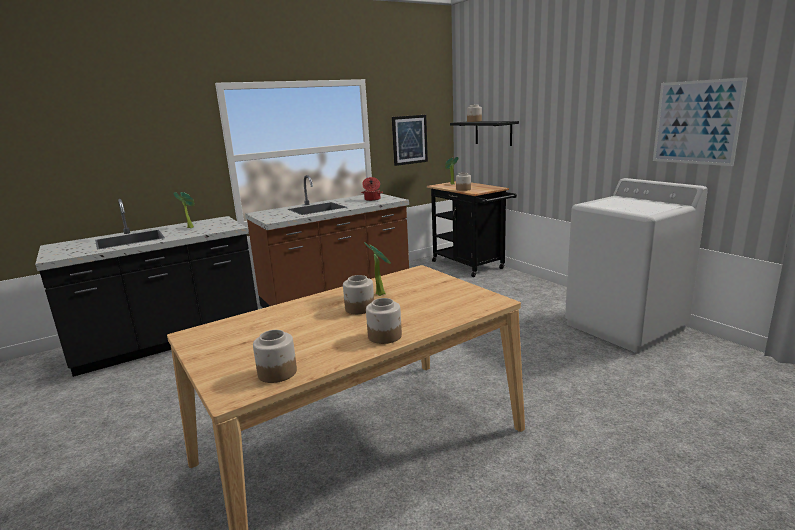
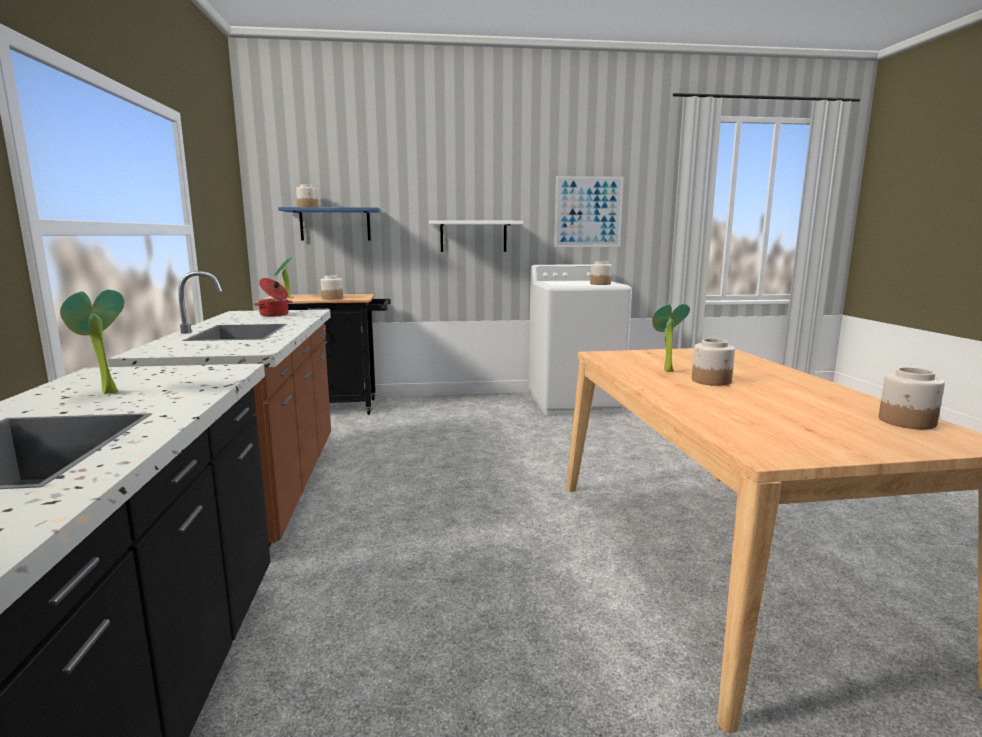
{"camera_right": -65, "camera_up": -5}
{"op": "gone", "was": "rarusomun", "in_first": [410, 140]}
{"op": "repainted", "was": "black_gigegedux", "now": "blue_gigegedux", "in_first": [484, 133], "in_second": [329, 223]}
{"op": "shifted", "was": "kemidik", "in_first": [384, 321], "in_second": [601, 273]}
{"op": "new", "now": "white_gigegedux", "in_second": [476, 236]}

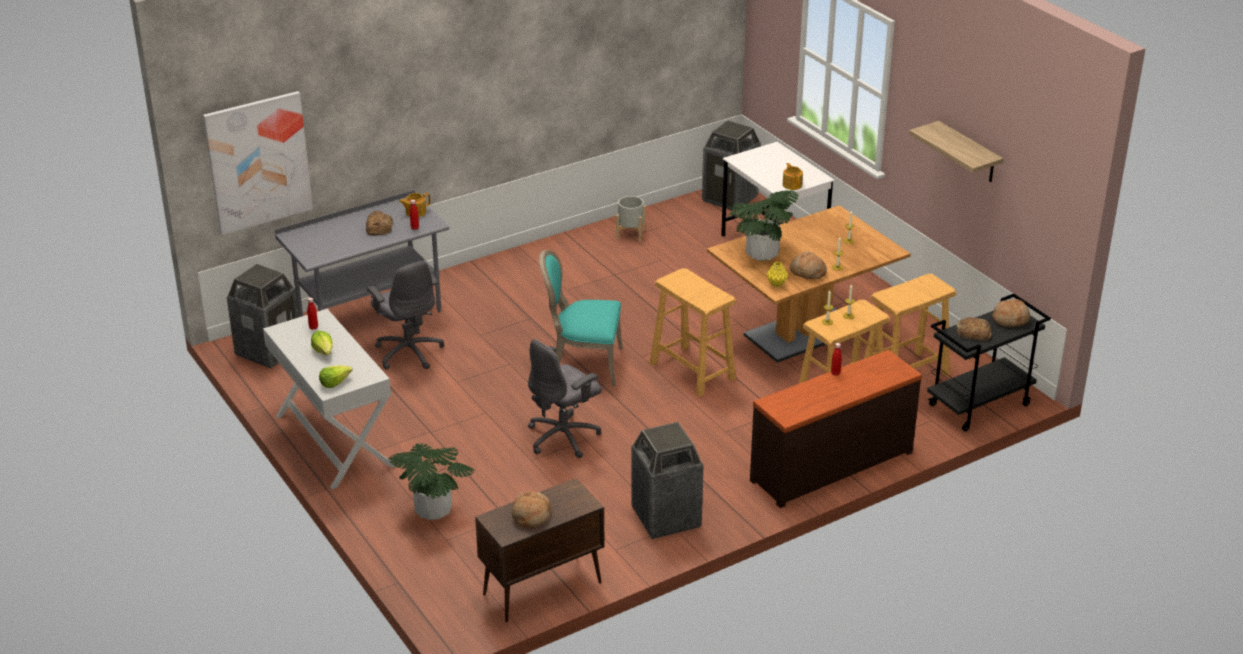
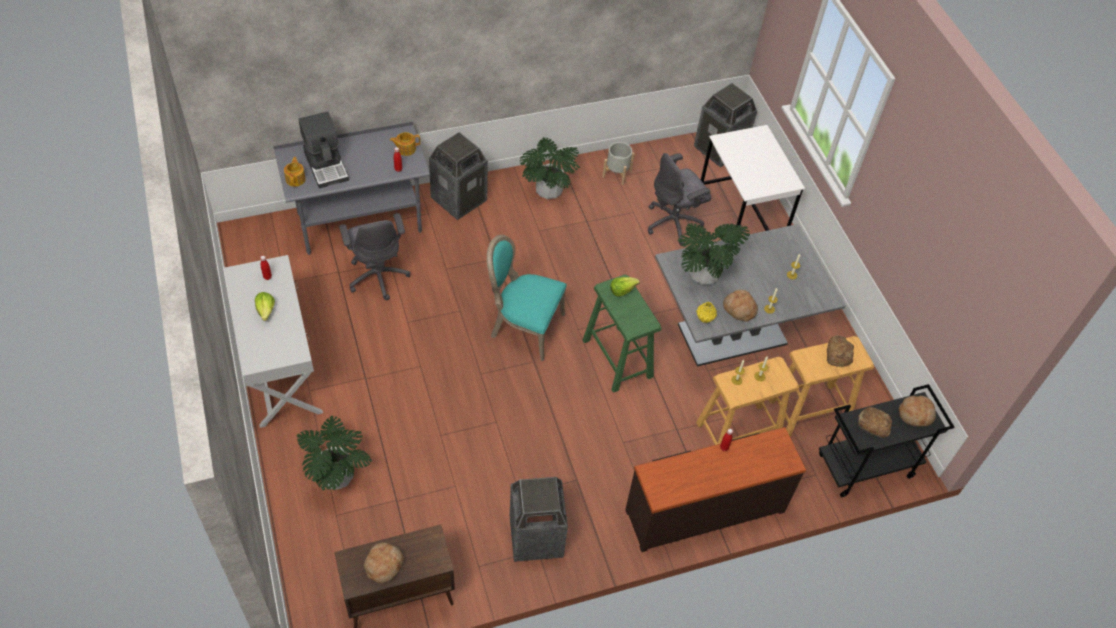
{"camera_right": 10, "camera_up": 20}
{"op": "gone", "was": "rarusomun", "in_first": [258, 163]}
{"op": "gone", "was": "gigegedux", "in_first": [956, 151]}
{"op": "shifted", "was": "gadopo", "in_first": [792, 176], "in_second": [295, 172]}
{"op": "repainted", "was": "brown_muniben", "now": "grey_muniben", "in_first": [809, 284], "in_second": [750, 295]}
{"op": "shifted", "was": "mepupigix", "in_first": [379, 223], "in_second": [840, 351]}
{"op": "shifted", "was": "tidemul", "in_first": [263, 316], "in_second": [458, 176]}
{"op": "repainted", "was": "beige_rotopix", "now": "green_rotopix", "in_first": [693, 332], "in_second": [622, 334]}
{"op": "shifted", "was": "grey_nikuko", "in_first": [565, 398], "in_second": [680, 199]}
{"op": "shifted", "was": "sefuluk", "in_first": [336, 376], "in_second": [625, 287]}
{"op": "new", "now": "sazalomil", "in_second": [323, 150]}
{"op": "new", "now": "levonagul", "in_second": [550, 168]}

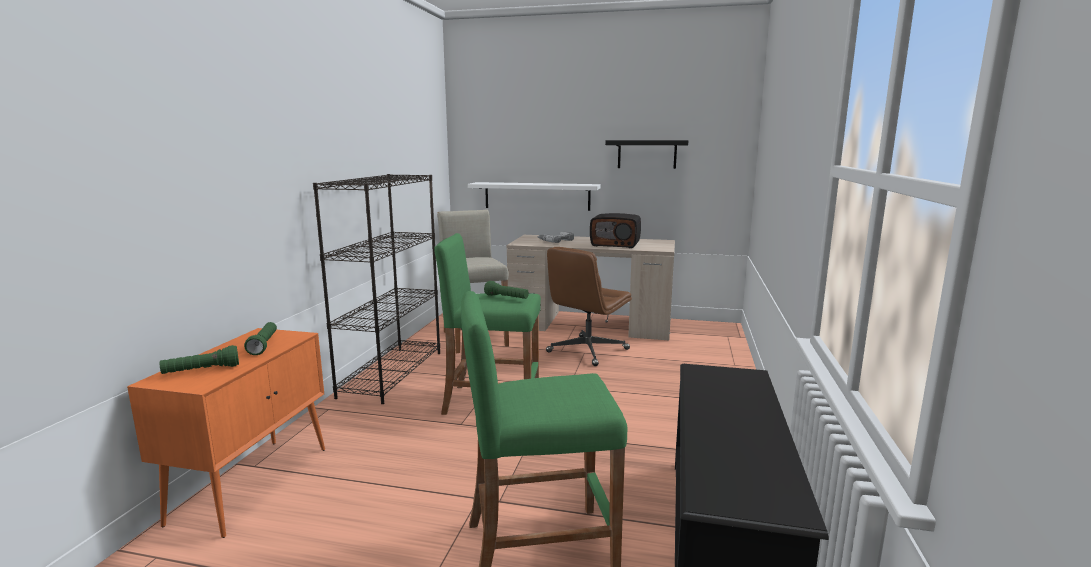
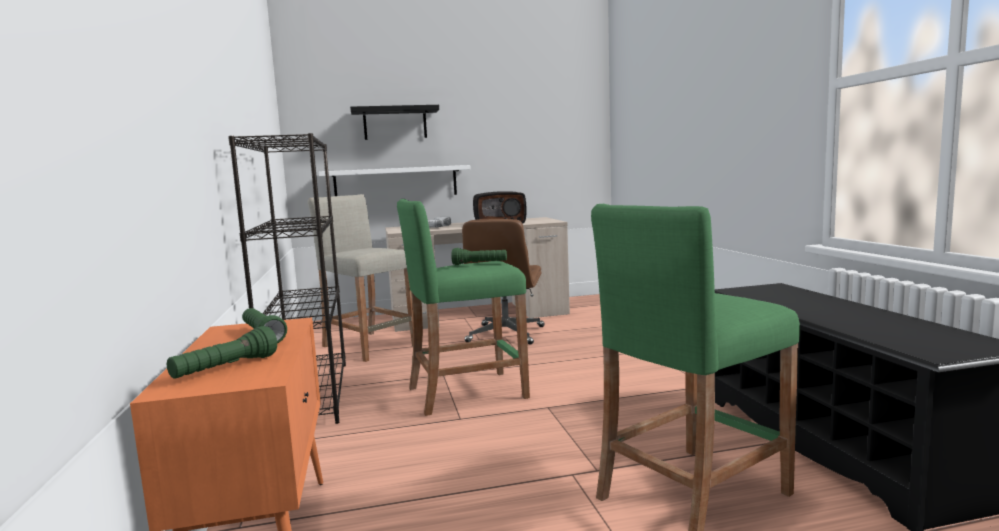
{"camera_right": -25, "camera_up": -5}
{"op": "shifted", "was": "black_gigegedux", "in_first": [646, 154], "in_second": [394, 122]}

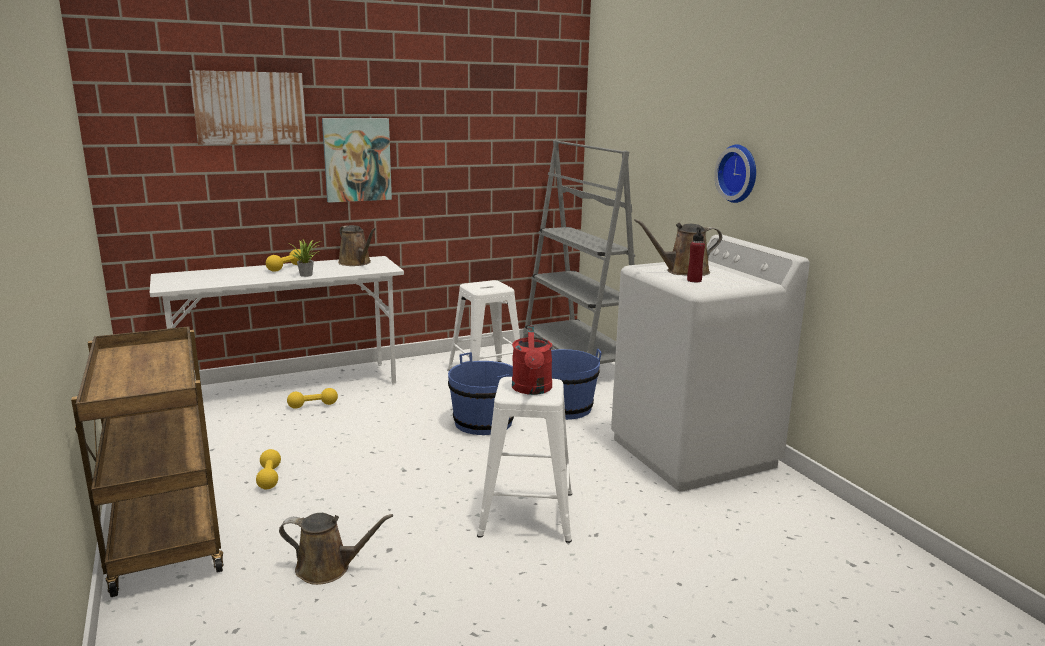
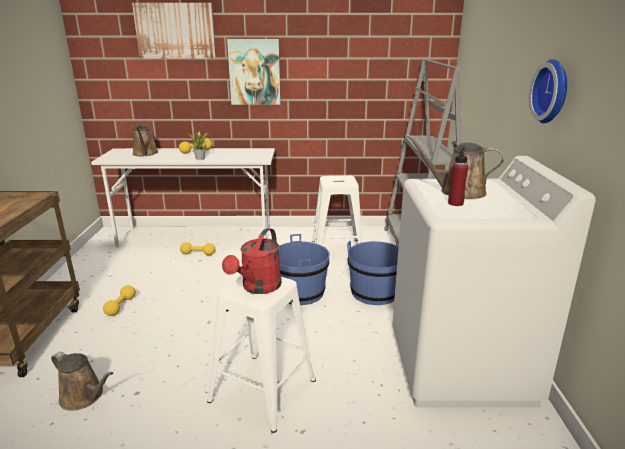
{"camera_right": 25, "camera_up": 5}
{"op": "shifted", "was": "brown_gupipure", "in_first": [357, 245], "in_second": [145, 140]}

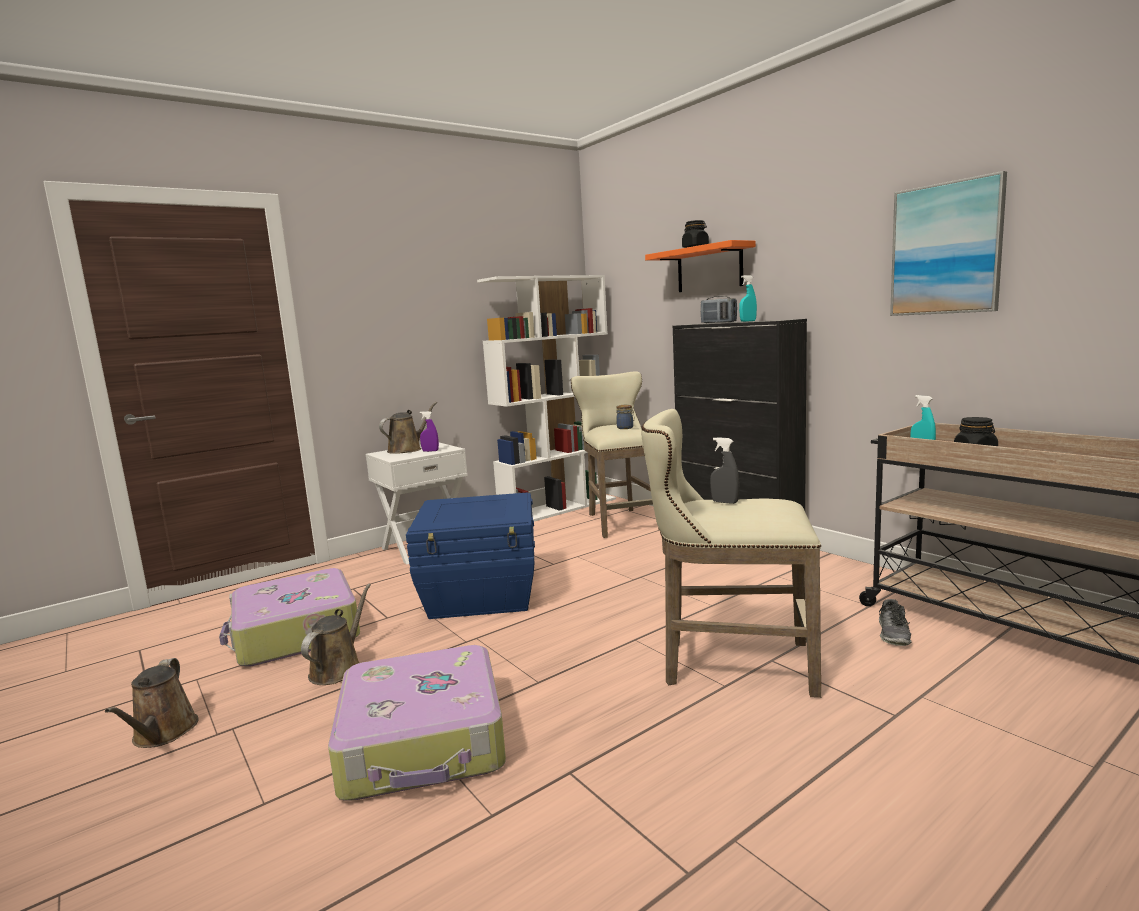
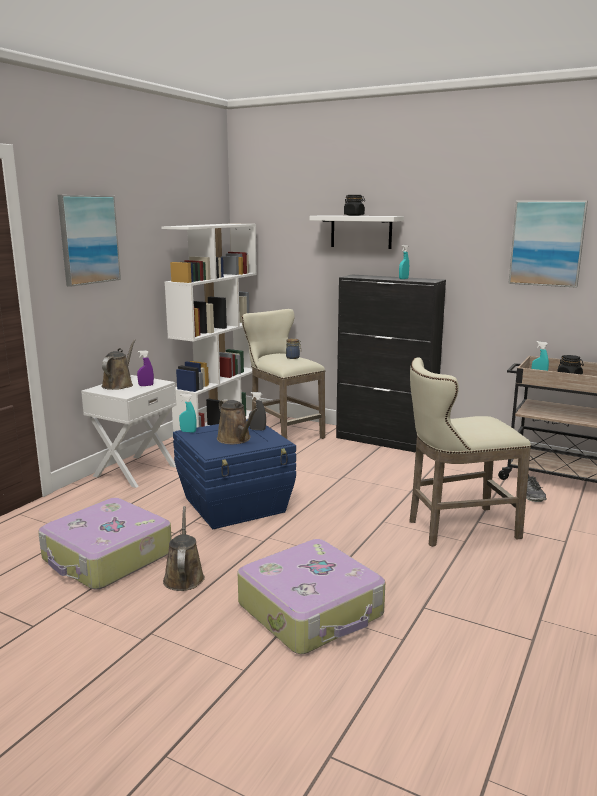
{"camera_right": -25, "camera_up": 5}
{"op": "repainted", "was": "orange_gigegedux", "now": "white_gigegedux", "in_first": [700, 266], "in_second": [357, 232]}
{"op": "gone", "was": "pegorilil", "in_first": [719, 309]}
{"op": "shifted", "was": "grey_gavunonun", "in_first": [724, 470], "in_second": [257, 411]}
{"op": "shifted", "was": "brown_gupipure", "in_first": [152, 703], "in_second": [237, 421]}
{"op": "new", "now": "rarusomun", "in_second": [89, 241]}
{"op": "new", "now": "turquoise_gavunonun", "in_second": [188, 413]}

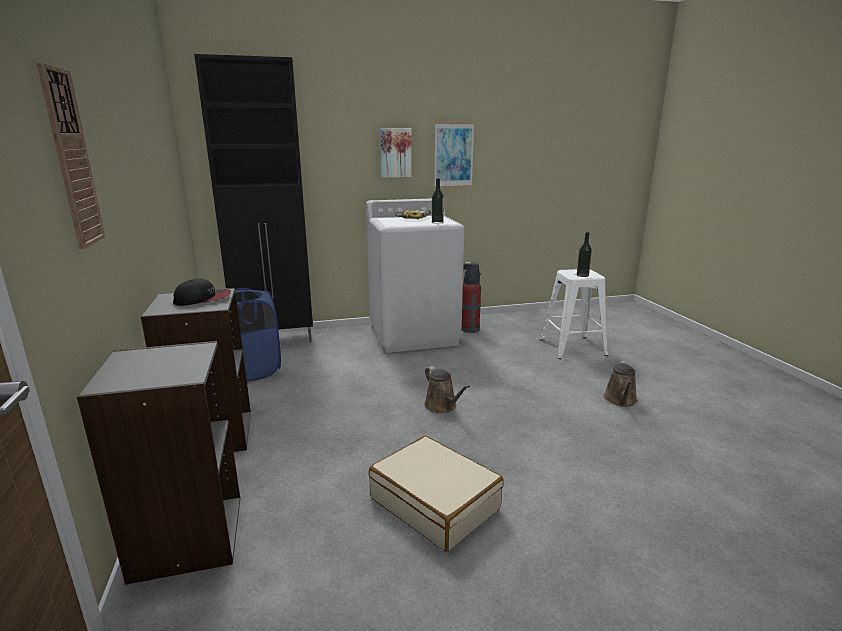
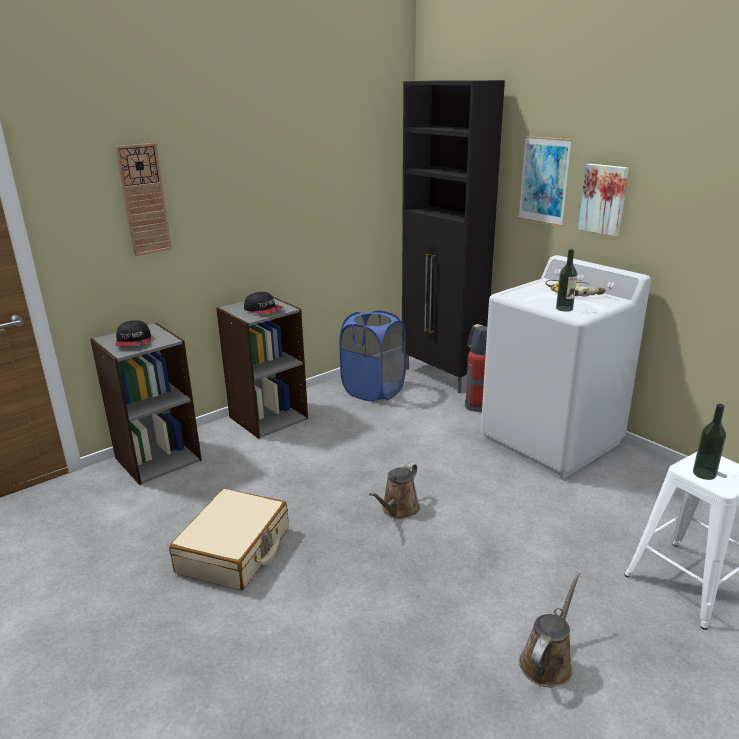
{"camera_right": 65, "camera_up": 5}
{"op": "shifted", "was": "rarusomun", "in_first": [454, 155], "in_second": [545, 181]}
{"op": "shifted", "was": "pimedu", "in_first": [472, 297], "in_second": [476, 368]}
{"op": "rotated", "was": "brown_gupipure", "in_first": [621, 384], "in_second": [549, 629], "clockwise": 135}
{"op": "new", "now": "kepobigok", "in_second": [133, 333]}

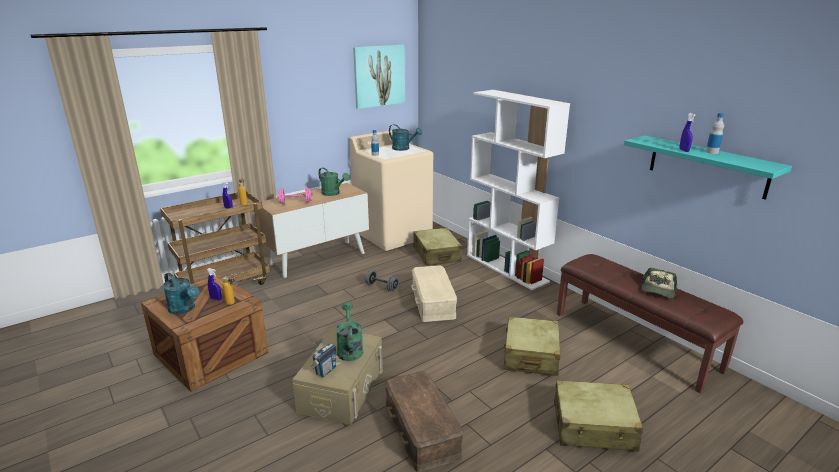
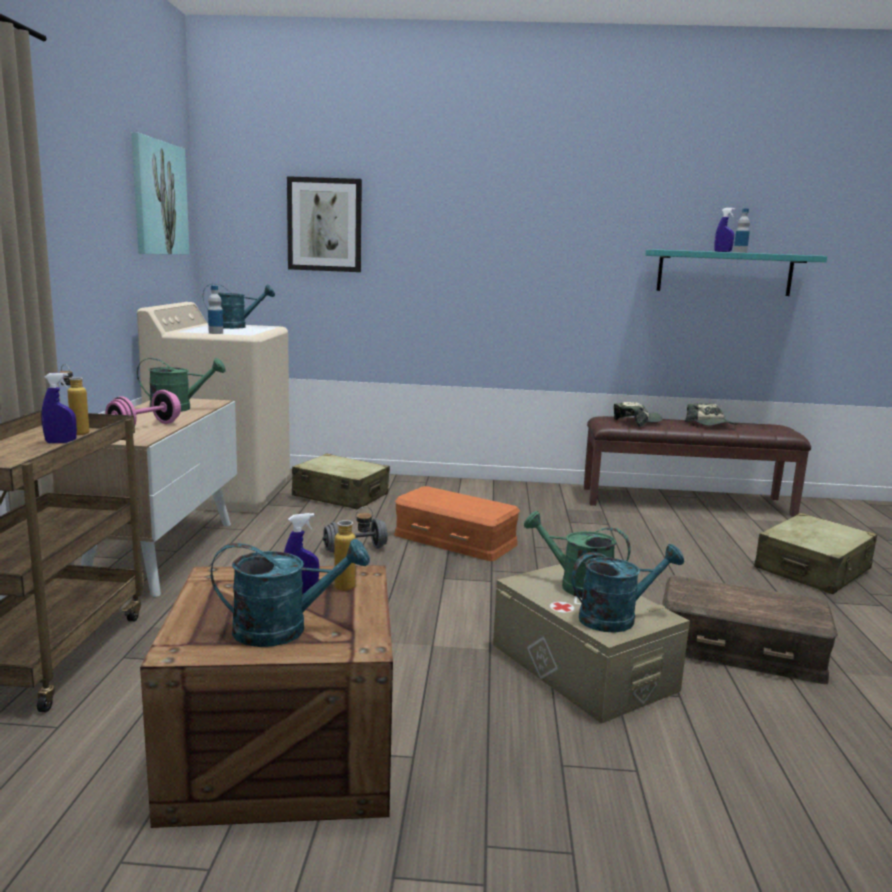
{"camera_right": -50, "camera_up": -10}
{"op": "gone", "was": "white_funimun", "in_first": [518, 190]}
{"op": "repainted", "was": "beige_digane", "now": "orange_digane", "in_first": [434, 293], "in_second": [457, 523]}
{"op": "gone", "was": "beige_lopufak", "in_first": [532, 346]}
{"op": "swapped", "was": "pegorilil", "now": "turquoise_gupipure", "in_first": [323, 360], "in_second": [628, 588]}
{"op": "new", "now": "rarusomun", "in_second": [324, 224]}
{"op": "new", "now": "kepobigok", "in_second": [638, 414]}

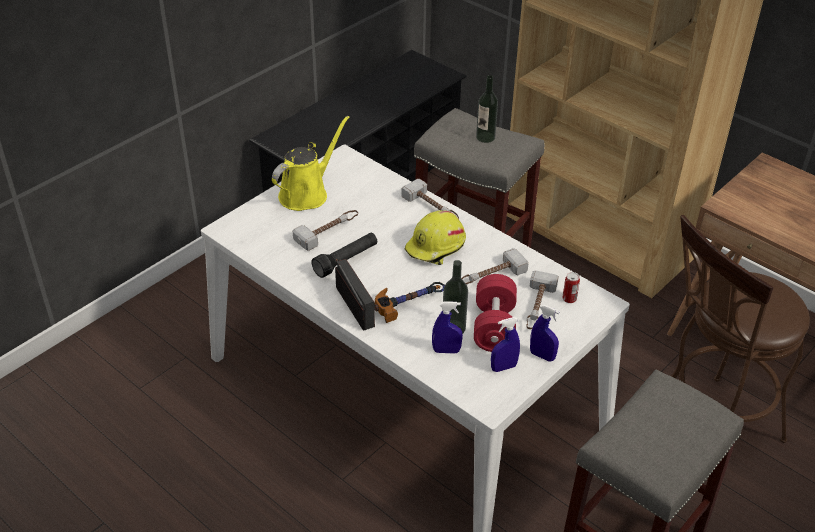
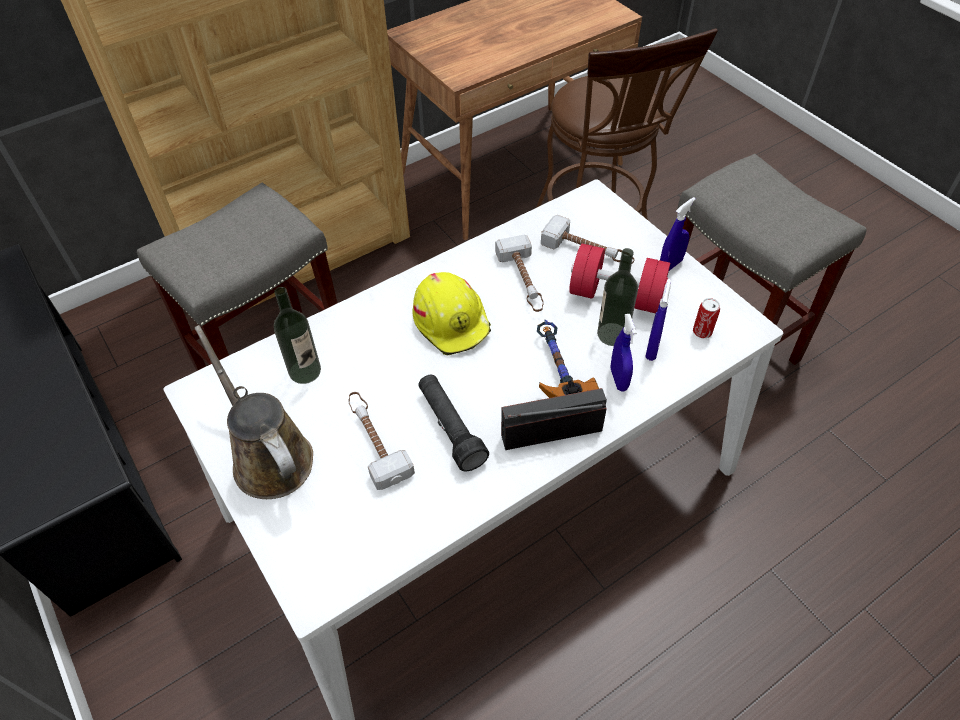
{"camera_right": -75, "camera_up": 10}
{"op": "shifted", "was": "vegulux", "in_first": [487, 109], "in_second": [297, 335]}
{"op": "repainted", "was": "yellow_gupipure", "now": "brown_gupipure", "in_first": [311, 163], "in_second": [254, 412]}
{"op": "gone", "was": "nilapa", "in_first": [430, 199]}
{"op": "shifted", "was": "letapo", "in_first": [571, 287], "in_second": [706, 318]}
{"op": "shifted", "was": "blue_gavunonun", "in_first": [505, 344], "in_second": [623, 353]}

